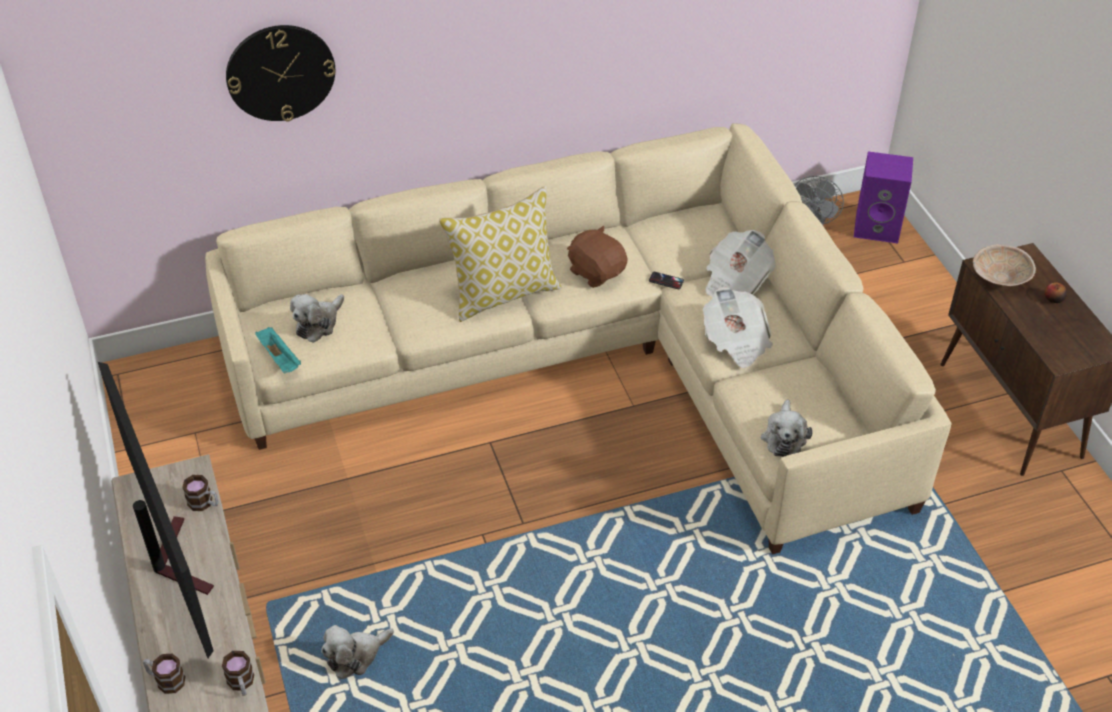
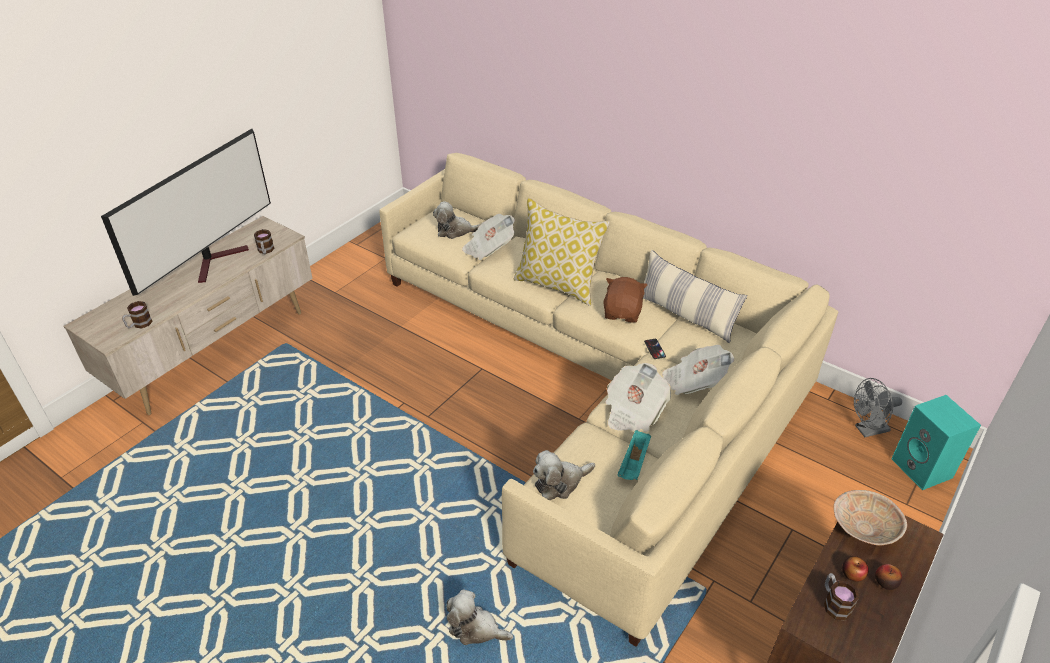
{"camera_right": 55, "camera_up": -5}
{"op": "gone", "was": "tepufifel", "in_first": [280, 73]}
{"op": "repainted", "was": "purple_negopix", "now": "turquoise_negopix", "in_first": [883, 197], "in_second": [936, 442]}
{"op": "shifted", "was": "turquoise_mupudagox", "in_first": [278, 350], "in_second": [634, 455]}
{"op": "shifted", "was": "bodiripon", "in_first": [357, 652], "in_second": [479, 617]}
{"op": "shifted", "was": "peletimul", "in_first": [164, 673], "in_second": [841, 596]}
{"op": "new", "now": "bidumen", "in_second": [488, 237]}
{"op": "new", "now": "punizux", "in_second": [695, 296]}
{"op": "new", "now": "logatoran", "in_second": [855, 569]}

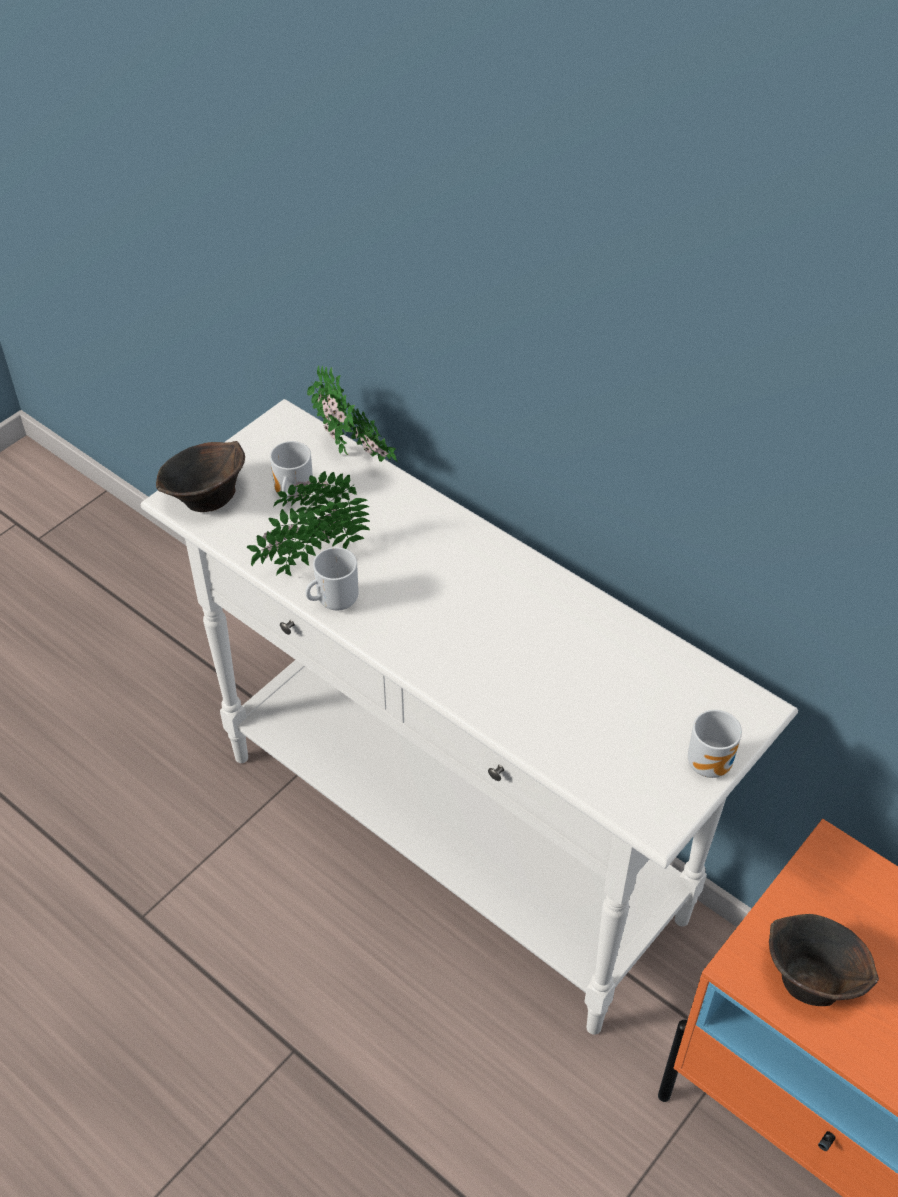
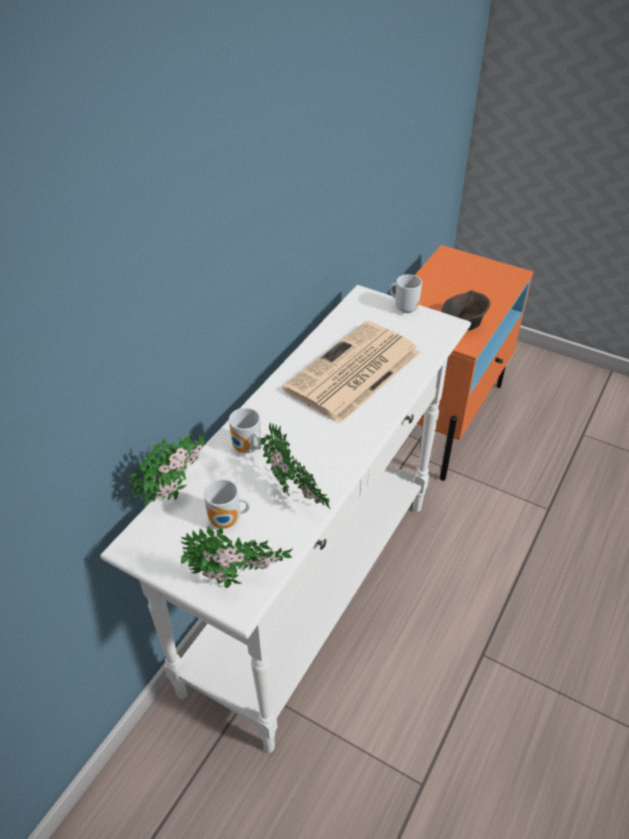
{"camera_right": -100, "camera_up": -5}
{"op": "swapped", "was": "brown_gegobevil", "now": "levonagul", "in_first": [200, 476], "in_second": [237, 556]}
{"op": "shifted", "was": "peletimul", "in_first": [332, 579], "in_second": [245, 430]}
{"op": "new", "now": "bidumen", "in_second": [352, 372]}

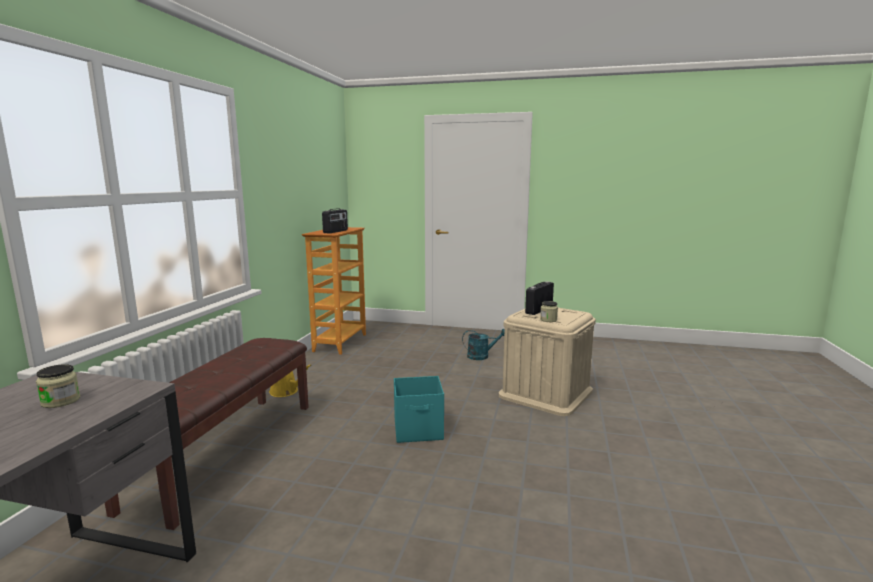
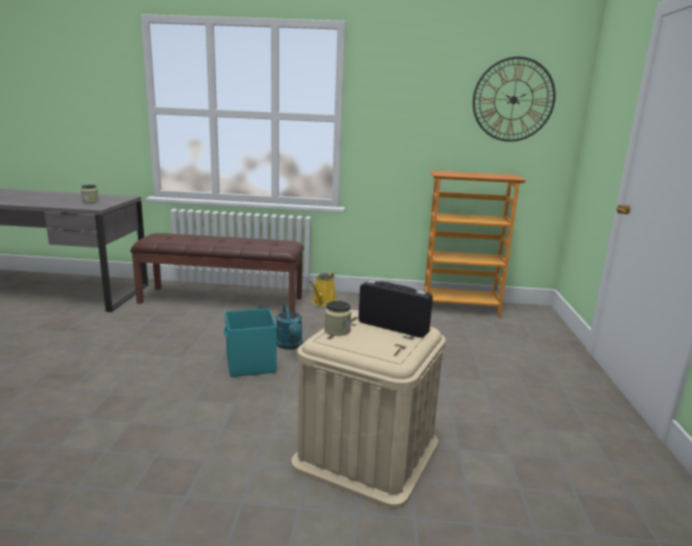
{"camera_right": 80, "camera_up": 5}
{"op": "gone", "was": "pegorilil", "in_first": [335, 221]}
{"op": "shifted", "was": "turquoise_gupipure", "in_first": [483, 344], "in_second": [289, 327]}
{"op": "new", "now": "tepufifel", "in_second": [514, 99]}

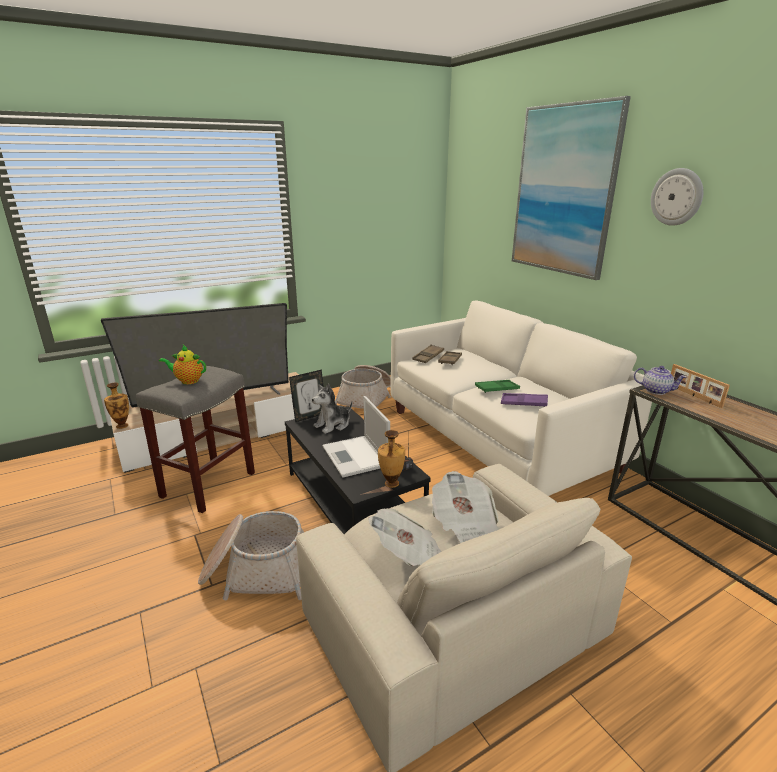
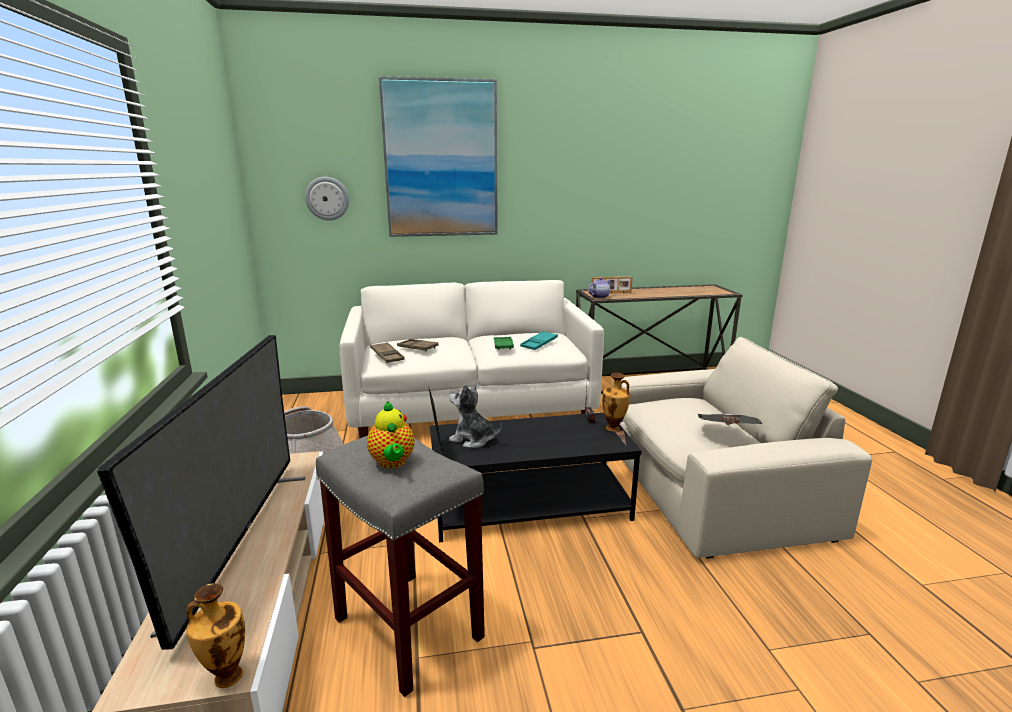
{"camera_right": -70, "camera_up": -5}
{"op": "shifted", "was": "tepufifel", "in_first": [677, 197], "in_second": [327, 199]}
{"op": "rotated", "was": "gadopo", "in_first": [182, 364], "in_second": [390, 435], "clockwise": -45}
{"op": "rotated", "was": "bodiripon", "in_first": [332, 409], "in_second": [475, 416], "clockwise": 135}
{"op": "repainted", "was": "purple_mupudagox", "now": "turquoise_mupudagox", "in_first": [524, 400], "in_second": [539, 340]}
{"op": "gone", "was": "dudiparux", "in_first": [356, 437]}
{"op": "gone", "was": "bidumen", "in_first": [466, 507]}
{"op": "gone", "was": "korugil", "in_first": [251, 555]}

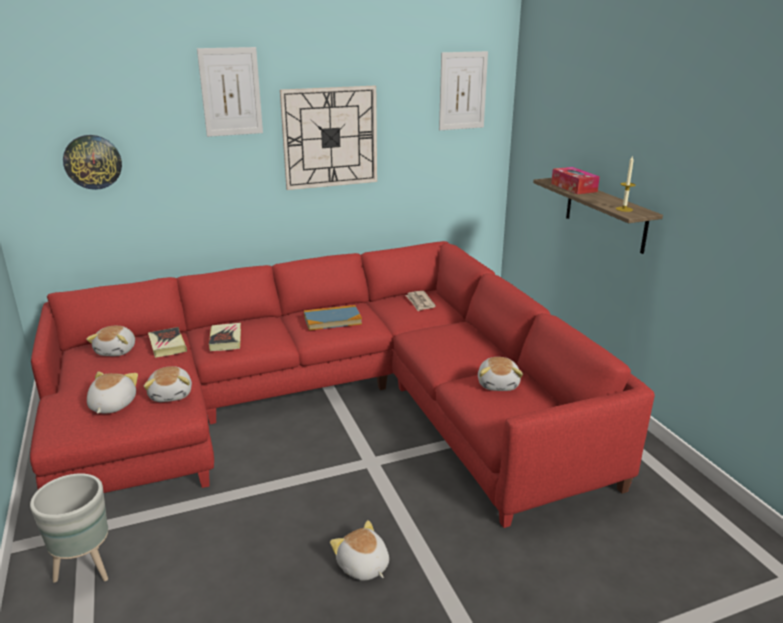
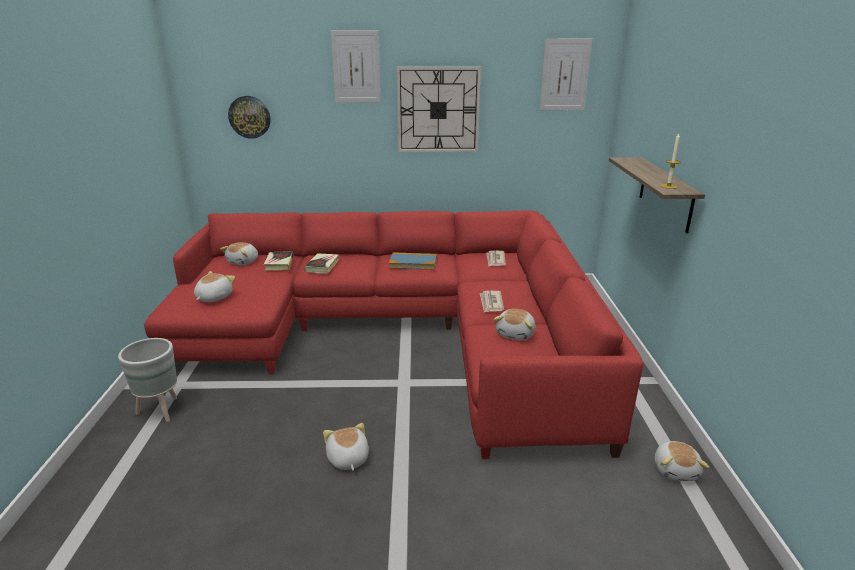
{"camera_right": 20, "camera_up": 0}
{"op": "gone", "was": "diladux", "in_first": [575, 180]}
{"op": "shifted", "was": "bodiripon", "in_first": [167, 384], "in_second": [682, 461]}
{"op": "new", "now": "bidumen", "in_second": [492, 301]}

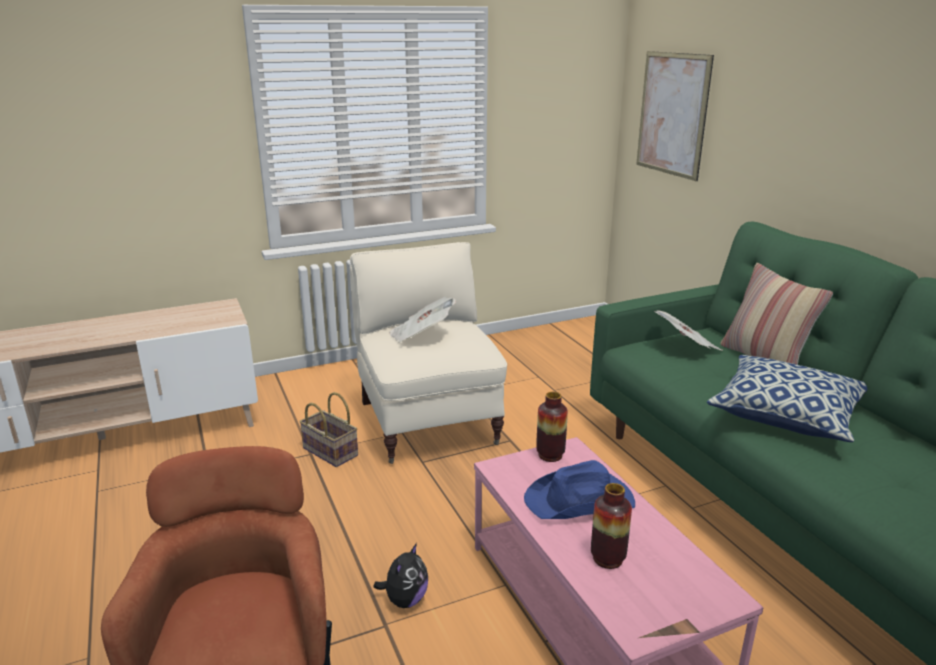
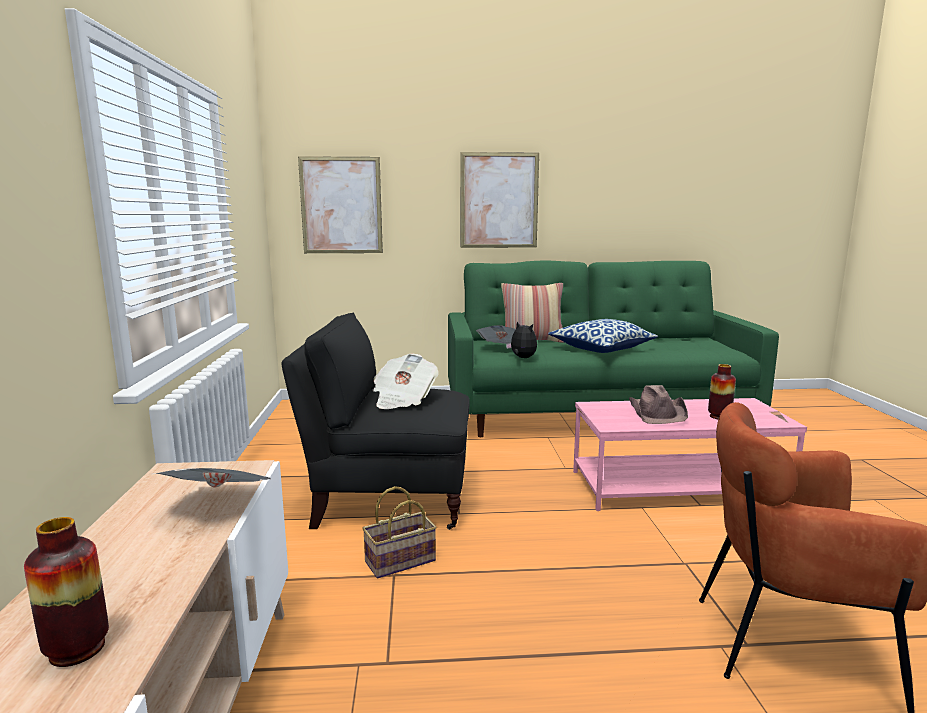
{"camera_right": -70, "camera_up": -10}
{"op": "repainted", "was": "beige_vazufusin", "now": "black_vazufusin", "in_first": [428, 353], "in_second": [375, 421]}
{"op": "shifted", "was": "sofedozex", "in_first": [552, 427], "in_second": [66, 592]}
{"op": "repainted", "was": "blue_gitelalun", "now": "brown_gitelalun", "in_first": [579, 489], "in_second": [658, 404]}
{"op": "shifted", "was": "bodiripon", "in_first": [400, 575], "in_second": [521, 339]}
{"op": "new", "now": "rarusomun", "in_second": [499, 200]}
{"op": "new", "now": "bidumen", "in_second": [211, 478]}

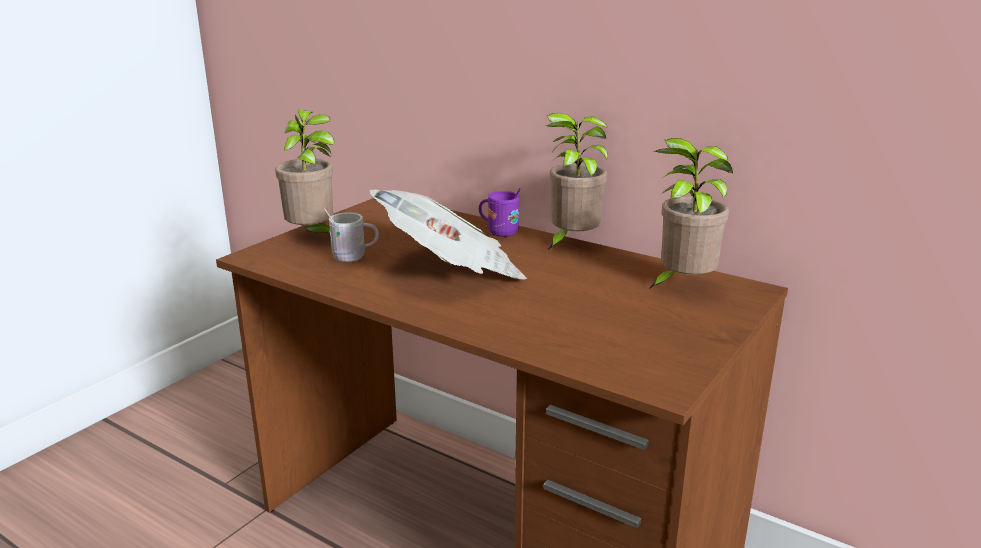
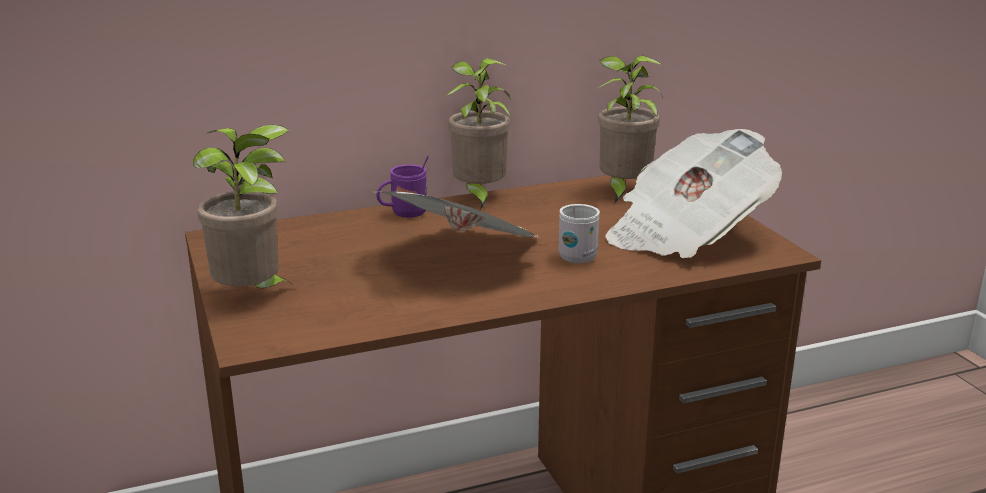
{"camera_right": -55, "camera_up": 0}
{"op": "shifted", "was": "white_peletimul", "in_first": [351, 235], "in_second": [579, 233]}
{"op": "new", "now": "bidumen", "in_second": [693, 193]}

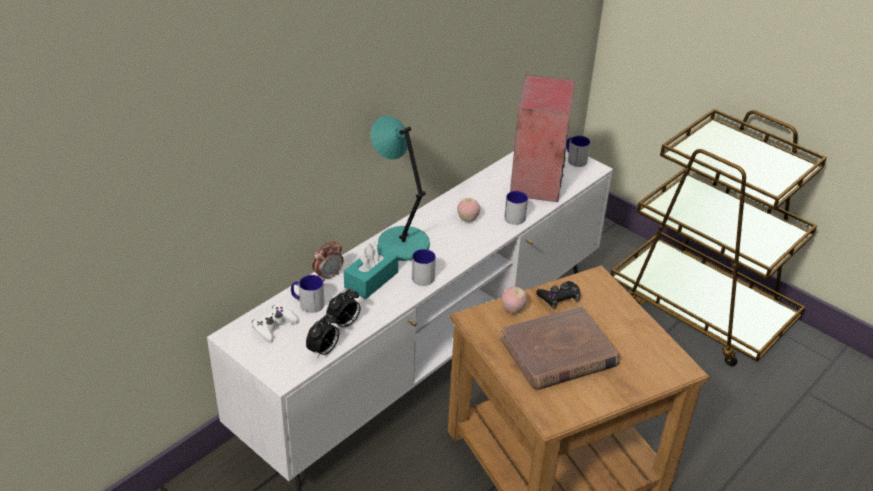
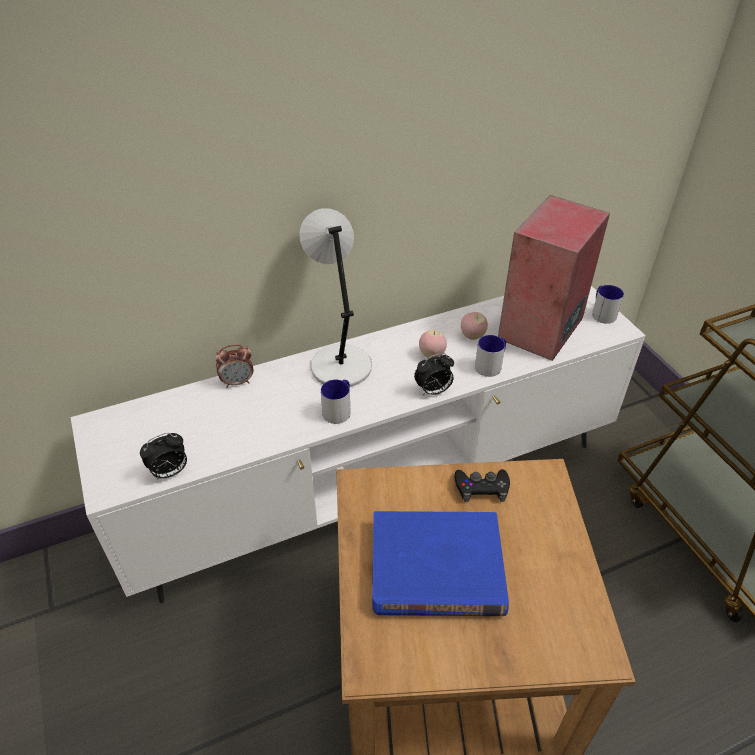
{"camera_right": 25, "camera_up": 5}
{"op": "repainted", "was": "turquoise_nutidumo", "now": "grey_nutidumo", "in_first": [400, 188], "in_second": [335, 297]}
{"op": "gone", "was": "turquoise_diladux", "in_first": [371, 271]}
{"op": "gone", "was": "peletimul", "in_first": [308, 294]}
{"op": "shifted", "was": "logatoran", "in_first": [514, 300], "in_second": [474, 326]}
{"op": "shifted", "was": "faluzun", "in_first": [343, 308], "in_second": [434, 374]}
{"op": "gone", "was": "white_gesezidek", "in_first": [275, 324]}
{"op": "repainted", "was": "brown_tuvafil", "now": "blue_tuvafil", "in_first": [560, 348], "in_second": [440, 563]}

